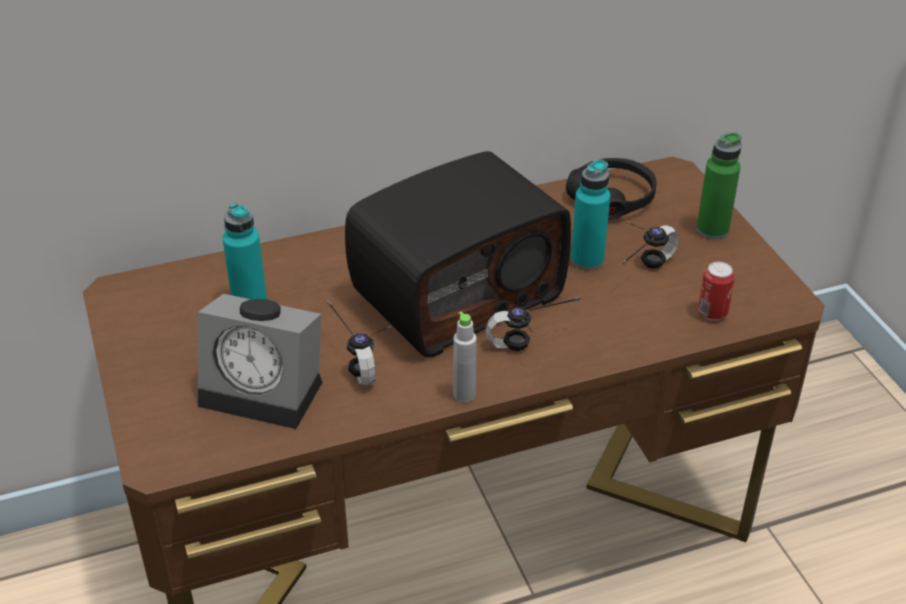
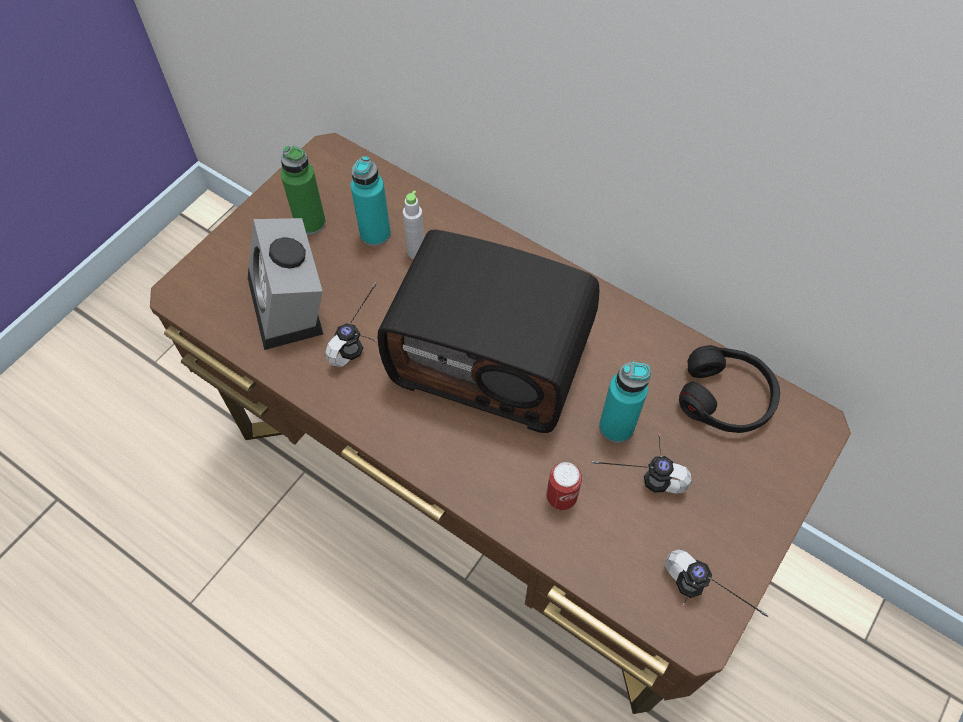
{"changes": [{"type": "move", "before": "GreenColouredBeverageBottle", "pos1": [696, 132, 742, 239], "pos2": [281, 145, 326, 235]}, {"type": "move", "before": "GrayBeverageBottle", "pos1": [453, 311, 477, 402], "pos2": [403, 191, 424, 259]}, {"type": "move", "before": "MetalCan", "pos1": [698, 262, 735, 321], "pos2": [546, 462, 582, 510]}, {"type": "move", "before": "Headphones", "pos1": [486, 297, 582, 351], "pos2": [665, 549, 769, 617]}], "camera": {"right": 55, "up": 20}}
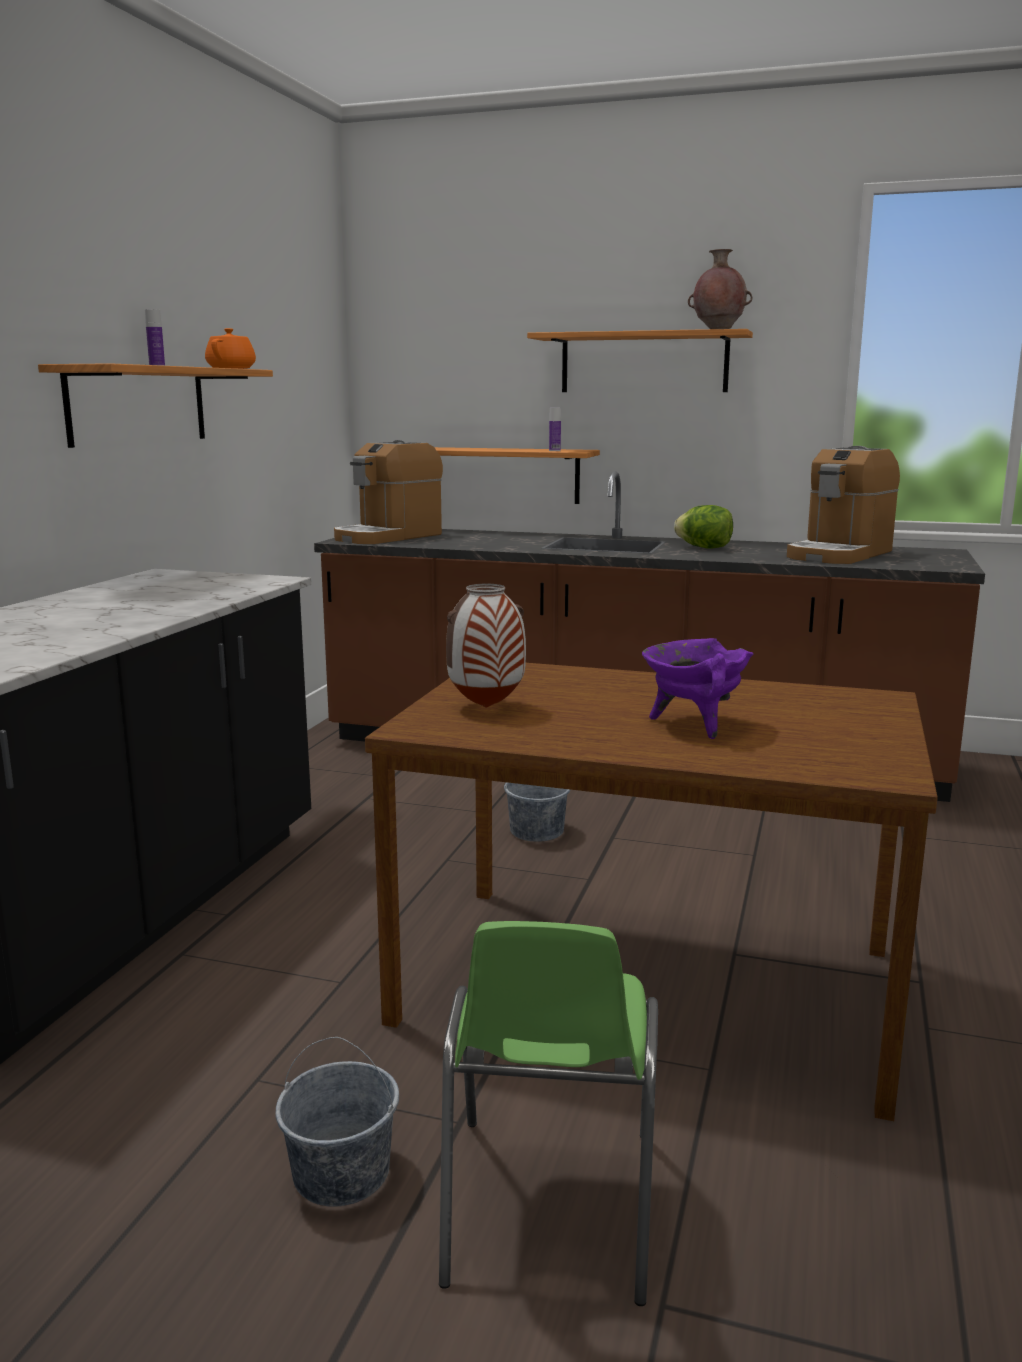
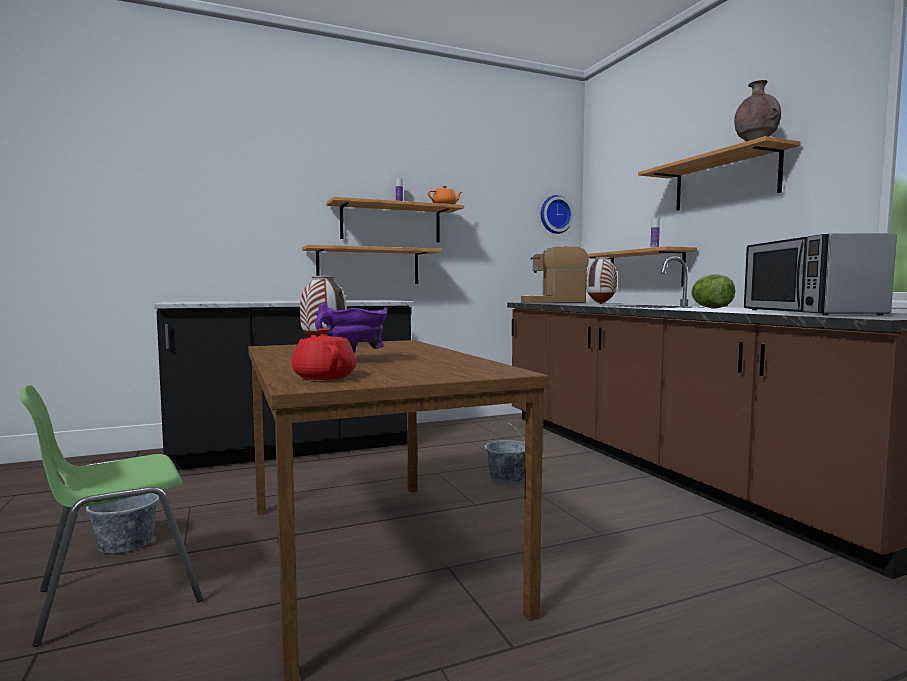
{"changes": [{"type": "insert", "after": "ReddishTeapot", "pos2": [292, 328, 356, 380]}, {"type": "insert", "after": "BracketShelf", "pos2": [302, 245, 442, 284]}, {"type": "insert", "after": "WallClock", "pos2": [541, 195, 574, 234]}, {"type": "insert", "after": "DecorativeVase", "pos2": [586, 257, 617, 304]}, {"type": "replace", "before": "CoffeeMachine", "after": "KitchenMicrowave", "pos1": [787, 446, 900, 564], "pos2": [744, 233, 897, 315]}], "camera": {"right": 50, "up": -10}}
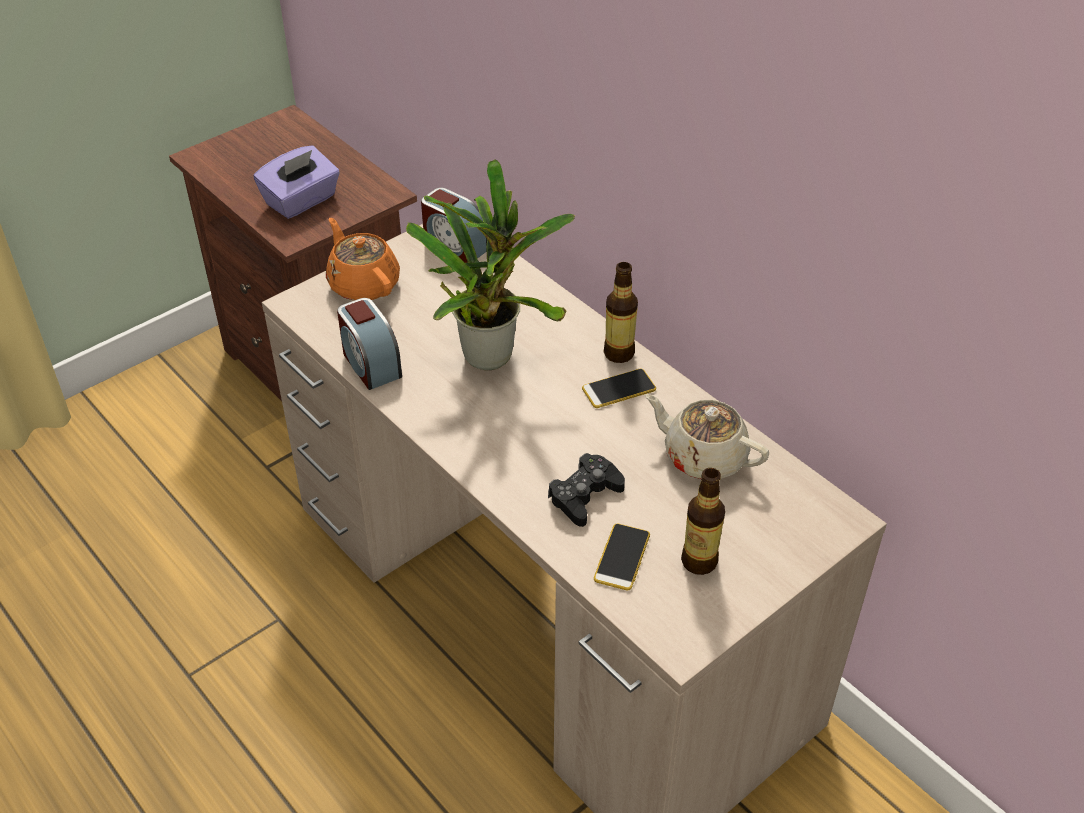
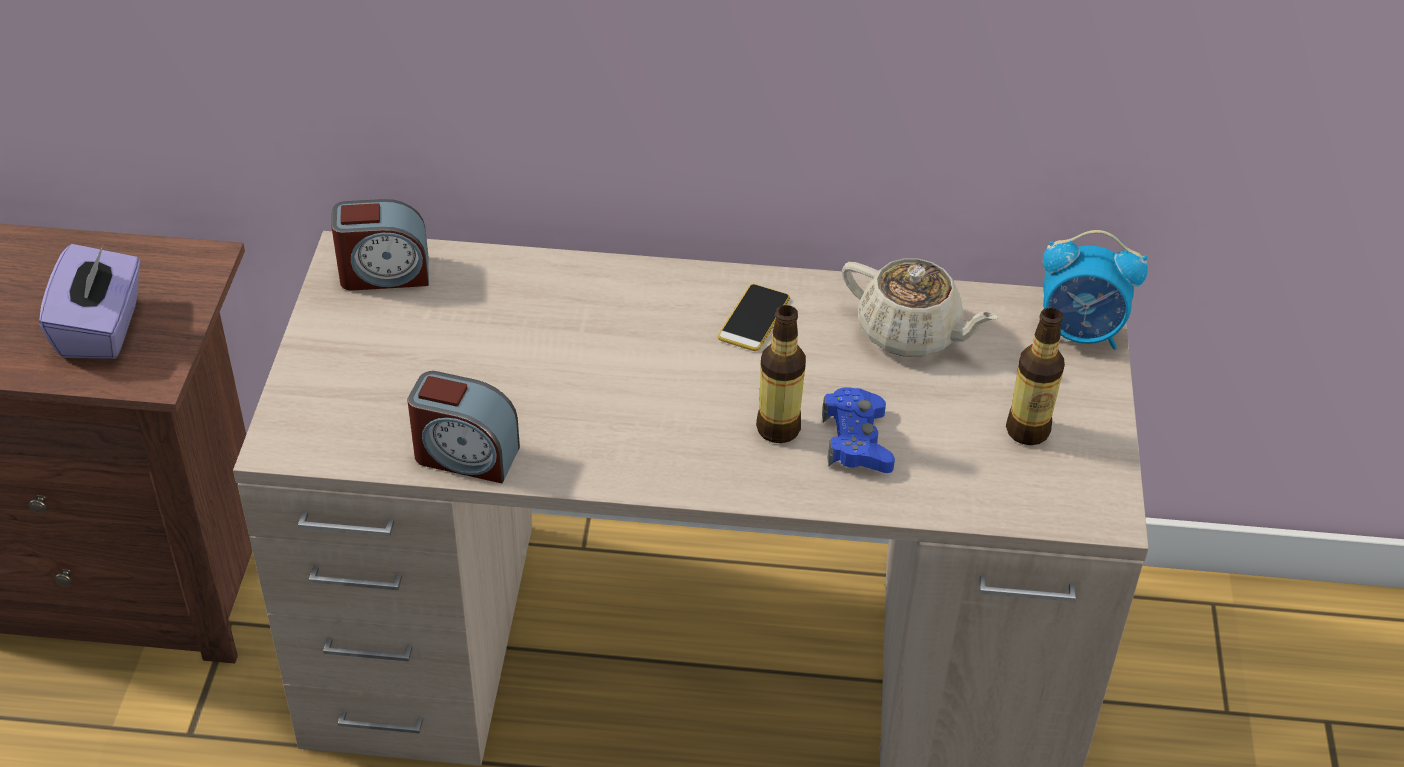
{"changes": [{"type": "move", "before": "BeverageBottle", "pos1": [604, 262, 638, 363], "pos2": [756, 305, 806, 443]}, {"type": "recolor", "before": "BlackishGameController", "after": "BlueColouredGameController", "pos1": [548, 453, 625, 527], "pos2": [822, 387, 895, 473]}, {"type": "rotate", "before": "BeigeColouredTeapot", "pos1": [645, 394, 769, 479], "pos2": [842, 258, 998, 357], "turn": -135}, {"type": "insert", "after": "AlarmClock", "pos2": [1043, 230, 1148, 350]}, {"type": "delete", "before": "OrangeColouredTeapot", "pos1": [326, 218, 400, 300]}, {"type": "delete", "before": "Houseplant", "pos1": [406, 159, 576, 370]}, {"type": "delete", "before": "Phone", "pos1": [594, 523, 650, 590]}], "camera": {"right": -45, "up": 0}}
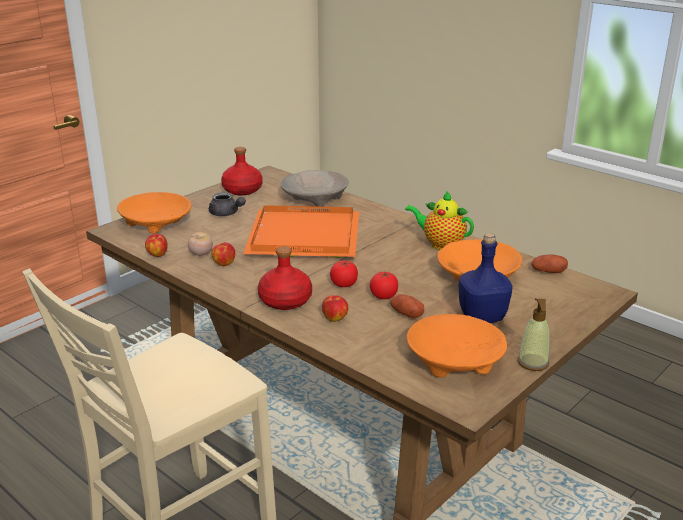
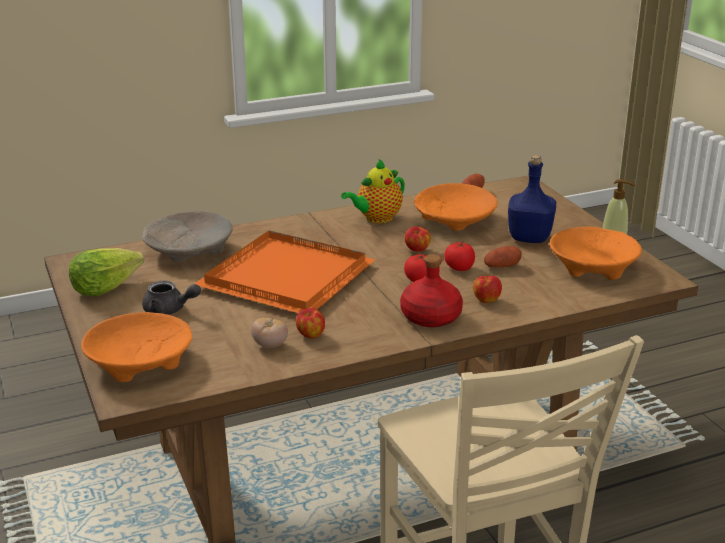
{"changes": [{"type": "replace", "before": "ReddishBeverageBottle", "after": "Lettuce", "pos1": [221, 147, 263, 195], "pos2": [69, 248, 144, 296]}, {"type": "rotate", "before": "GrayTeapot", "pos1": [209, 193, 246, 216], "pos2": [142, 281, 201, 315], "turn": 45}, {"type": "move", "before": "WholeApple", "pos1": [145, 234, 168, 257], "pos2": [404, 226, 431, 252]}], "camera": {"right": -65, "up": 0}}
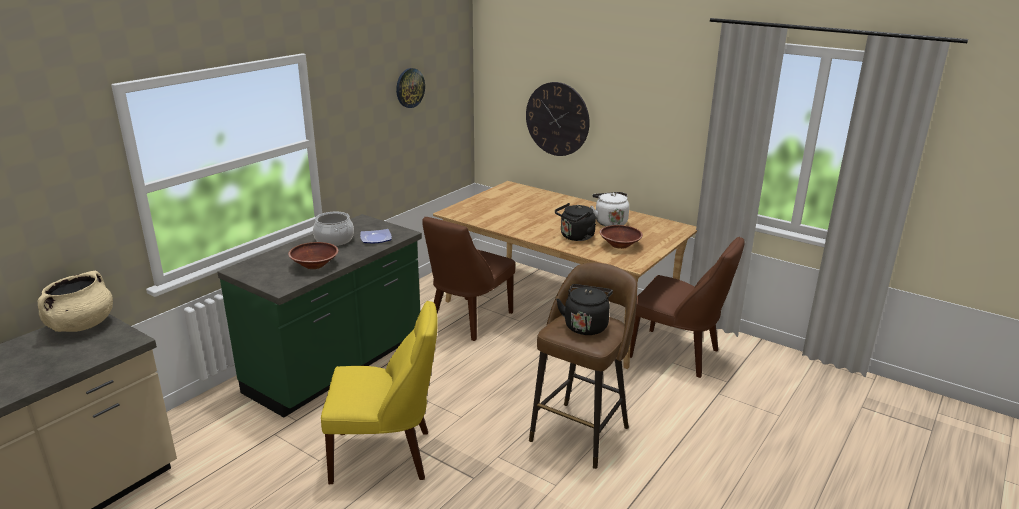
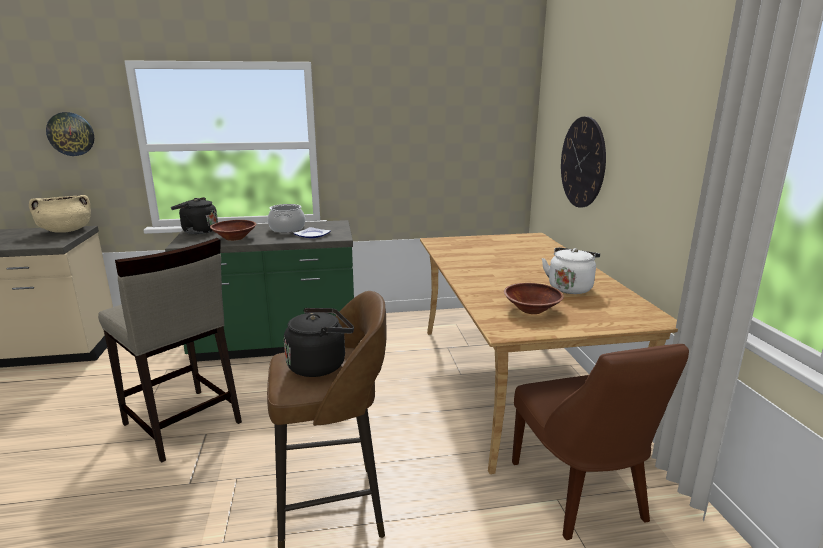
{"changes": [{"type": "move", "before": "WallClock", "pos1": [396, 68, 425, 108], "pos2": [46, 112, 94, 156]}, {"type": "replace", "before": "YellowColouredUprightChair", "after": "BeigeColouredStoolSeat", "pos1": [321, 301, 438, 484], "pos2": [98, 238, 242, 463]}, {"type": "move", "before": "BlackishKettle", "pos1": [555, 203, 596, 241], "pos2": [171, 197, 218, 234]}, {"type": "delete", "before": "BrownishUprightChair", "pos1": [422, 217, 515, 341]}], "camera": {"right": 45, "up": -5}}
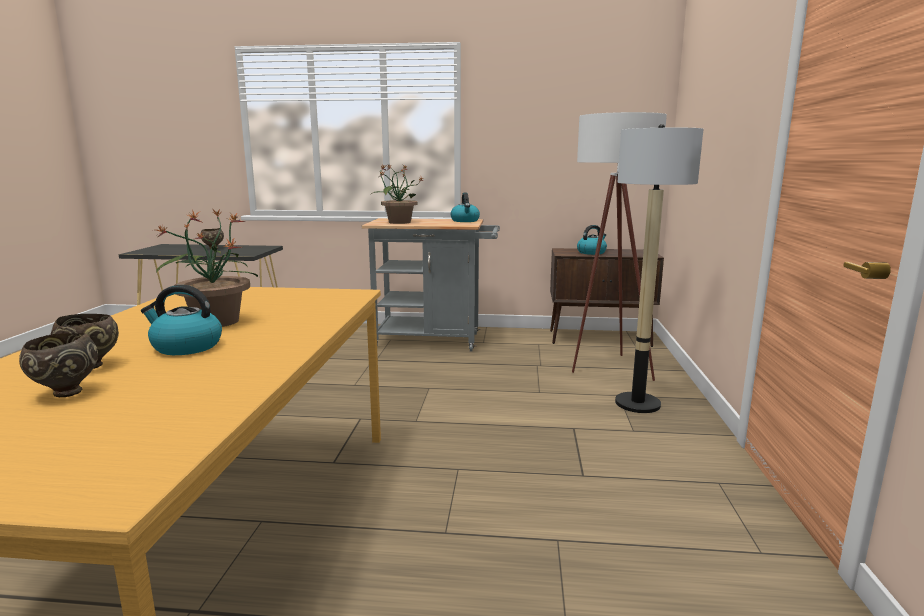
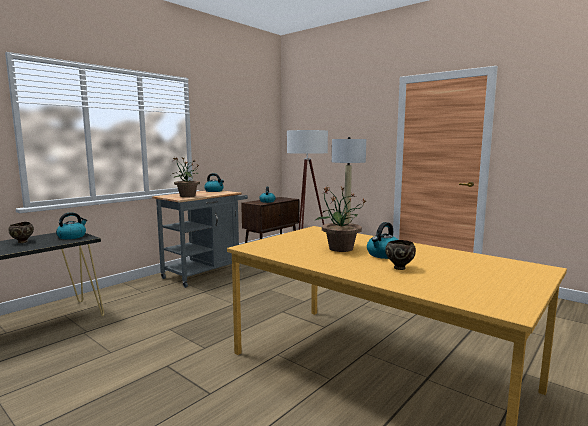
{"changes": [{"type": "insert", "after": "Kettle", "pos2": [56, 212, 87, 239]}, {"type": "delete", "before": "BrownishBowl", "pos1": [19, 333, 98, 397]}], "camera": {"right": -55, "up": -5}}
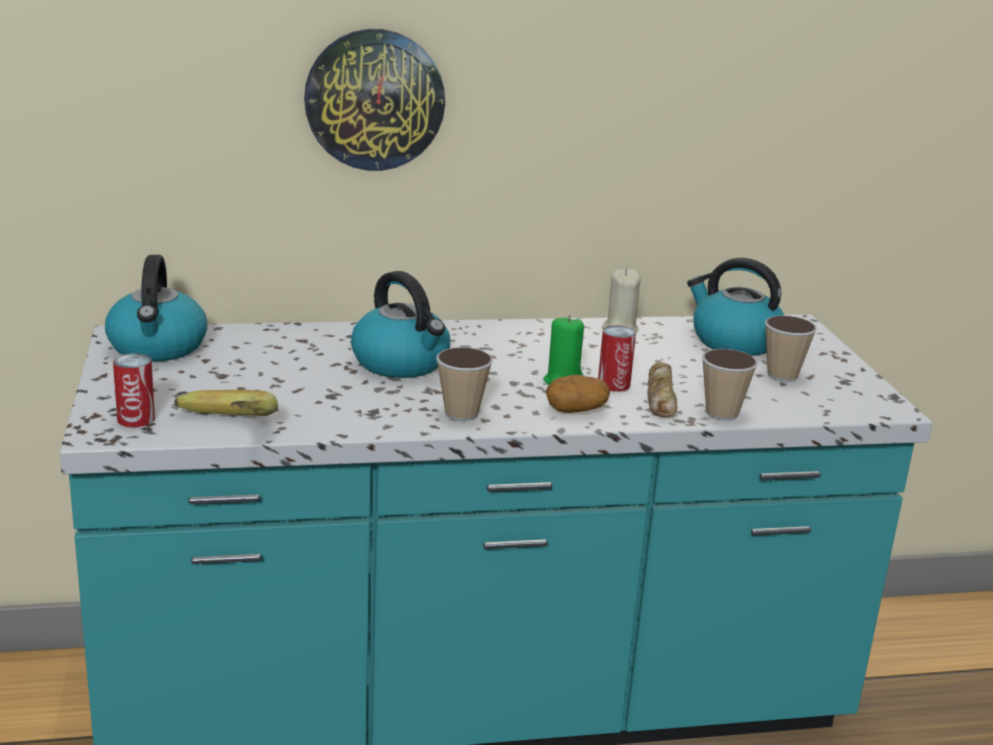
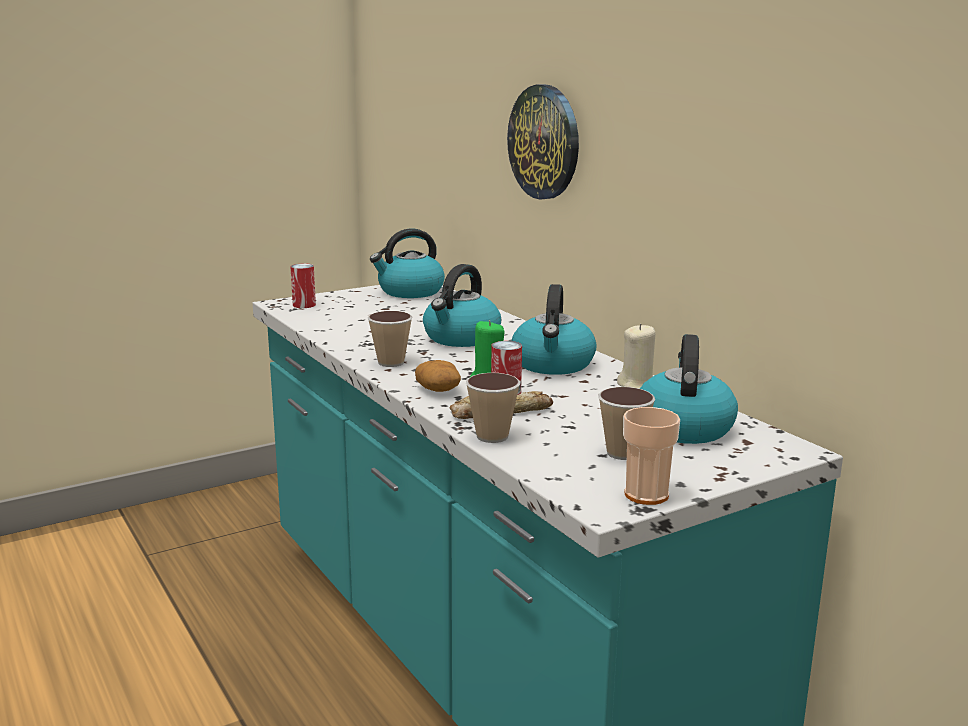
{"changes": [{"type": "insert", "after": "Kettle", "pos2": [512, 284, 597, 375]}, {"type": "insert", "after": "Cup", "pos2": [623, 407, 680, 505]}, {"type": "delete", "before": "WholeBanana", "pos1": [174, 390, 278, 416]}], "camera": {"right": 70, "up": -5}}
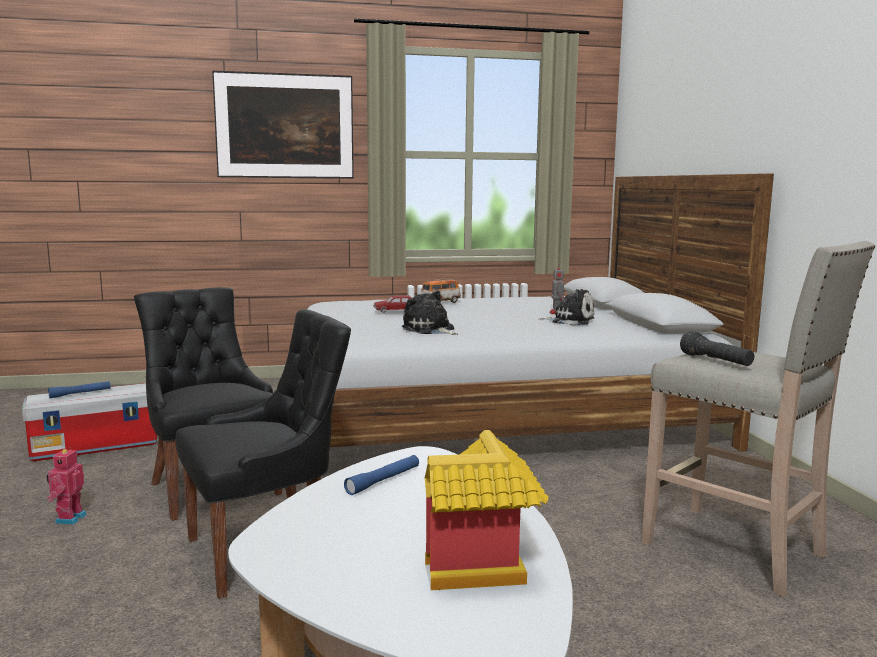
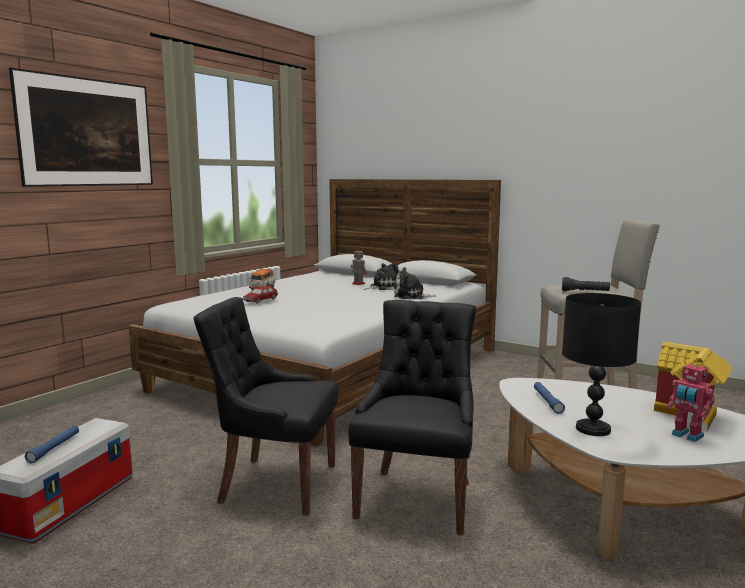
{"changes": [{"type": "move", "before": "PlushToy", "pos1": [402, 290, 458, 335], "pos2": [394, 267, 437, 299]}, {"type": "insert", "after": "BlackishTableLamp", "pos2": [562, 293, 641, 436]}, {"type": "move", "before": "ModelRobot", "pos1": [47, 447, 87, 525], "pos2": [668, 362, 715, 442]}], "camera": {"right": -45, "up": 0}}
